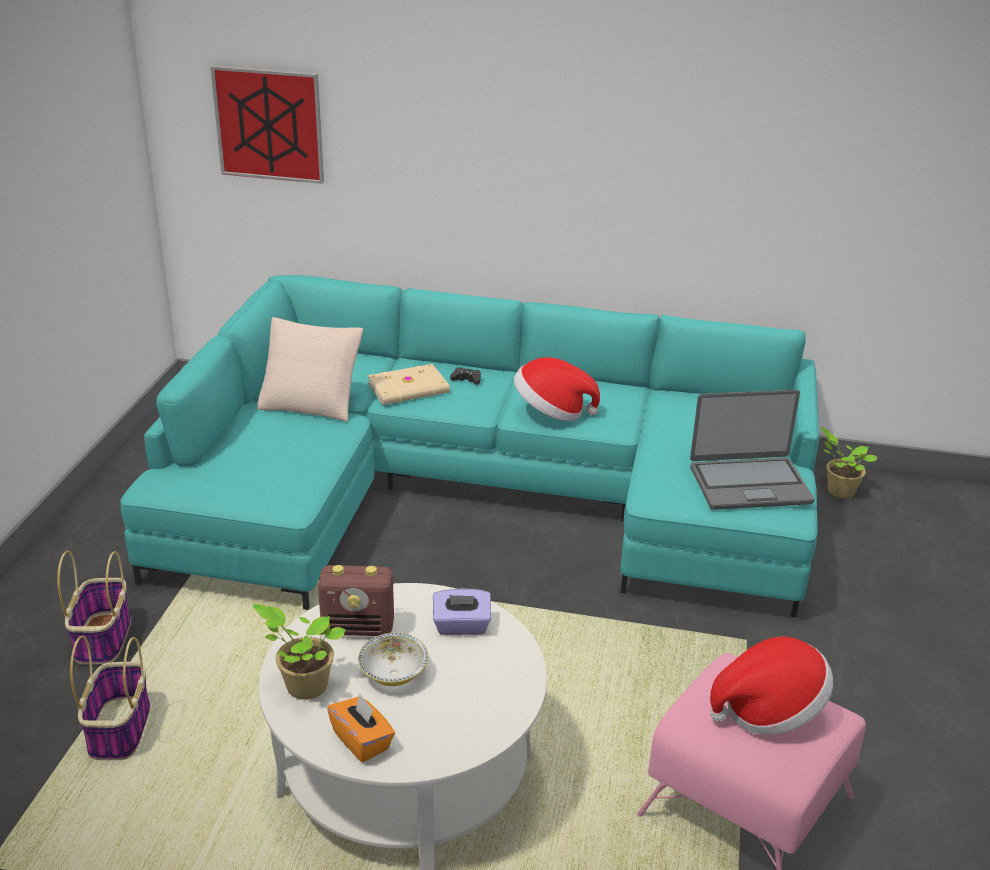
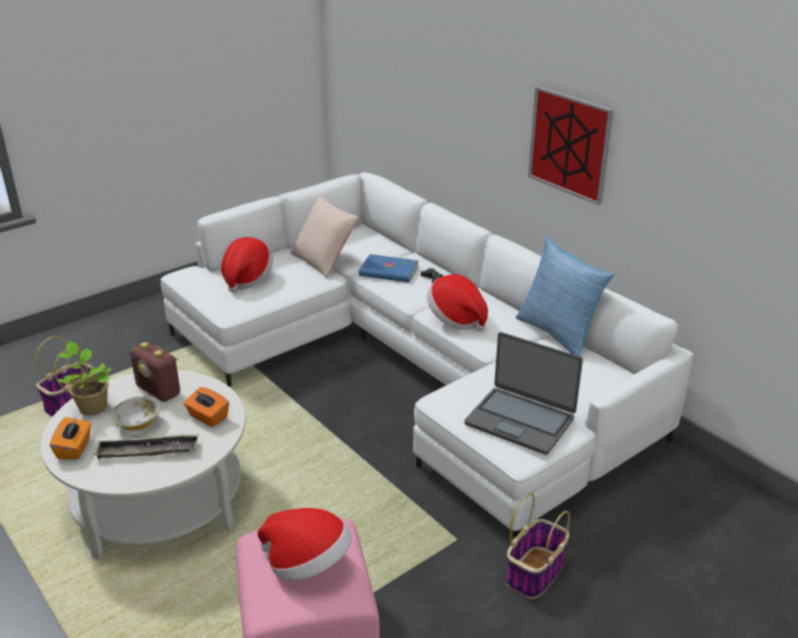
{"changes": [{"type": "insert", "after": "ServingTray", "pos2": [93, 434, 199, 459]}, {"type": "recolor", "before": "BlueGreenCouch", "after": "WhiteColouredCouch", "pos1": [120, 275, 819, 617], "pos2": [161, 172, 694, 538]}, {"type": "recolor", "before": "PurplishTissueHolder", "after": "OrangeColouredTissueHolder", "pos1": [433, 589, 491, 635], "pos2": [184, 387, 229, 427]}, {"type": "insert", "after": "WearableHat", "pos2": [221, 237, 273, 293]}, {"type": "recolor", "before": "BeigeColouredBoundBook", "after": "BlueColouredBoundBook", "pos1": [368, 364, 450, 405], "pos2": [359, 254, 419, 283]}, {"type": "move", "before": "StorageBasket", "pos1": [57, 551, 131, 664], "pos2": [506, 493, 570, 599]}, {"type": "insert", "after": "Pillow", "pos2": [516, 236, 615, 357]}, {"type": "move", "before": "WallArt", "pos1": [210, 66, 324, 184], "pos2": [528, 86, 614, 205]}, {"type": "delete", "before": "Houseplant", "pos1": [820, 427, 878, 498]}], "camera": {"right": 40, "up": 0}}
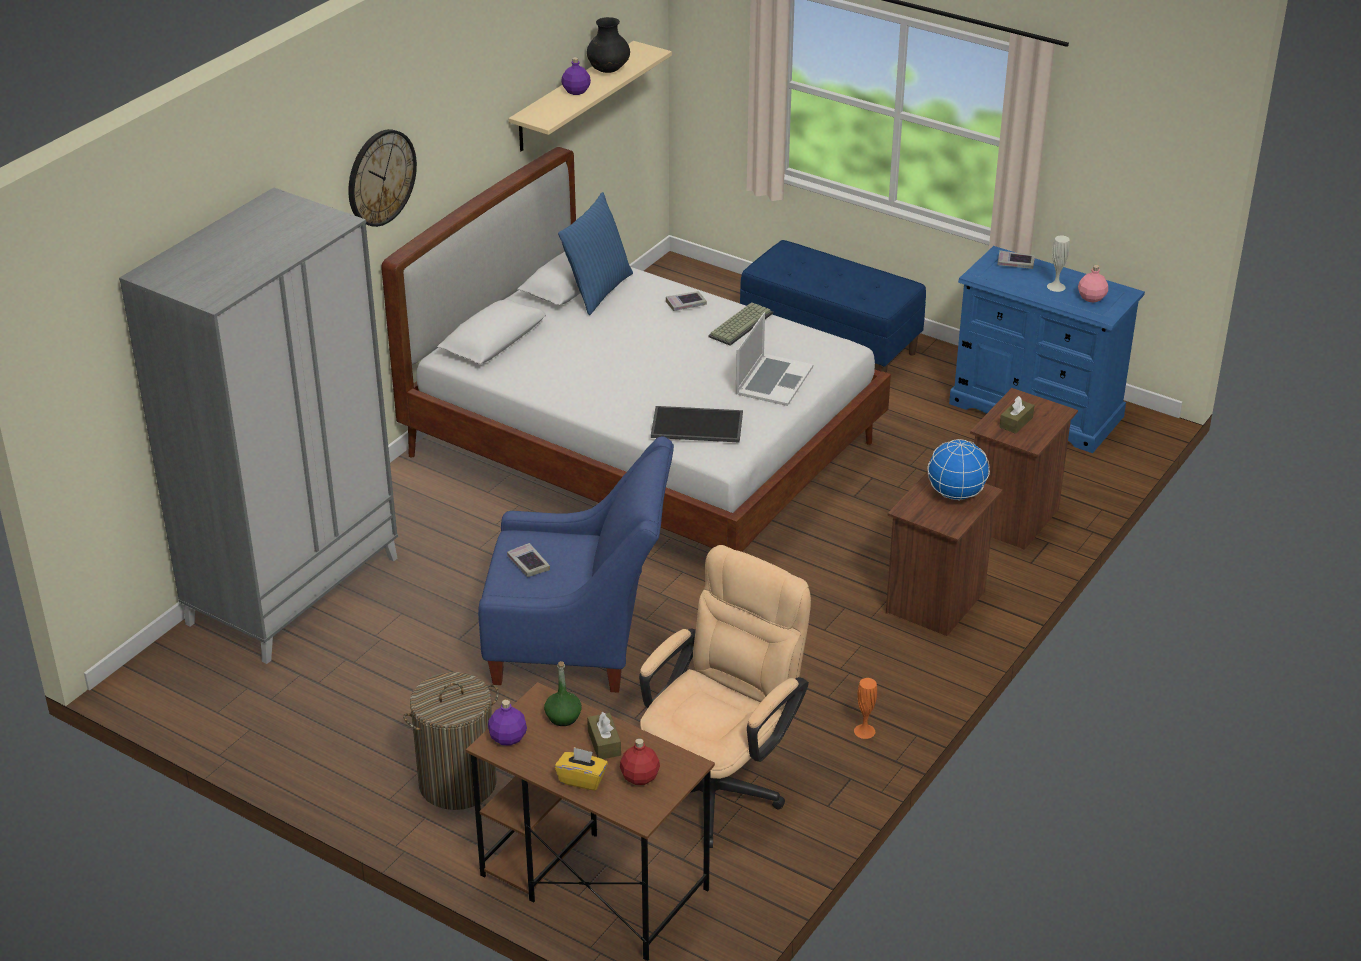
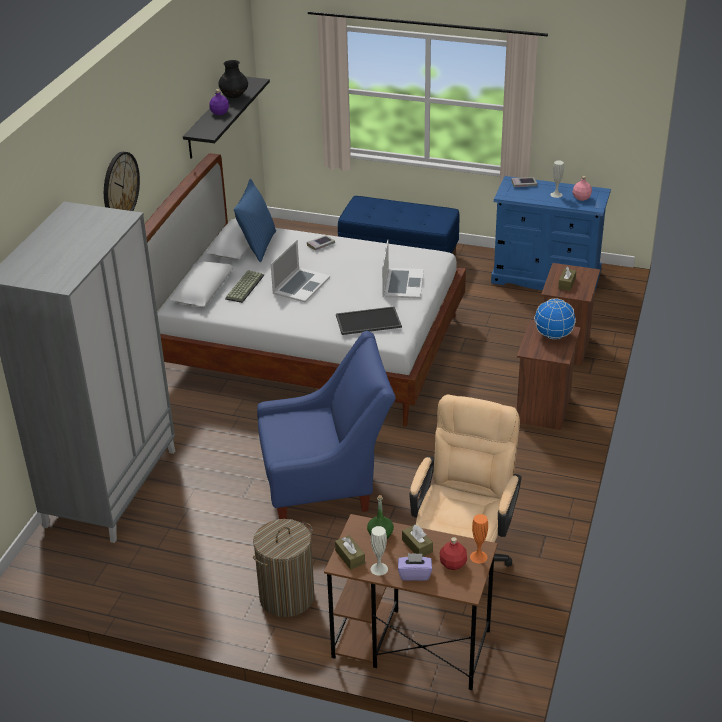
{"changes": [{"type": "recolor", "before": "BeigeColouredBracketShelf", "after": "BlackishBracketShelf", "pos1": [509, 41, 672, 151], "pos2": [183, 77, 270, 159]}, {"type": "move", "before": "Keyboard", "pos1": [709, 302, 773, 346], "pos2": [225, 271, 264, 303]}, {"type": "insert", "after": "Laptop", "pos2": [271, 239, 330, 303]}, {"type": "replace", "before": "PurplishBeverageBottle", "after": "BrownishTissueHolder", "pos1": [488, 700, 527, 746], "pos2": [335, 535, 365, 570]}, {"type": "insert", "after": "WhiteColouredDecorativeVase", "pos2": [371, 526, 388, 576]}, {"type": "recolor", "before": "YellowColouredTissueHolder", "after": "PurplishTissueHolder", "pos1": [555, 747, 608, 790], "pos2": [398, 553, 432, 581]}, {"type": "move", "before": "OrangeColouredDecorativeVase", "pos1": [854, 678, 877, 739], "pos2": [470, 514, 488, 563]}, {"type": "delete", "before": "BoundBook", "pos1": [507, 543, 550, 577]}], "camera": {"right": -15, "up": 0}}
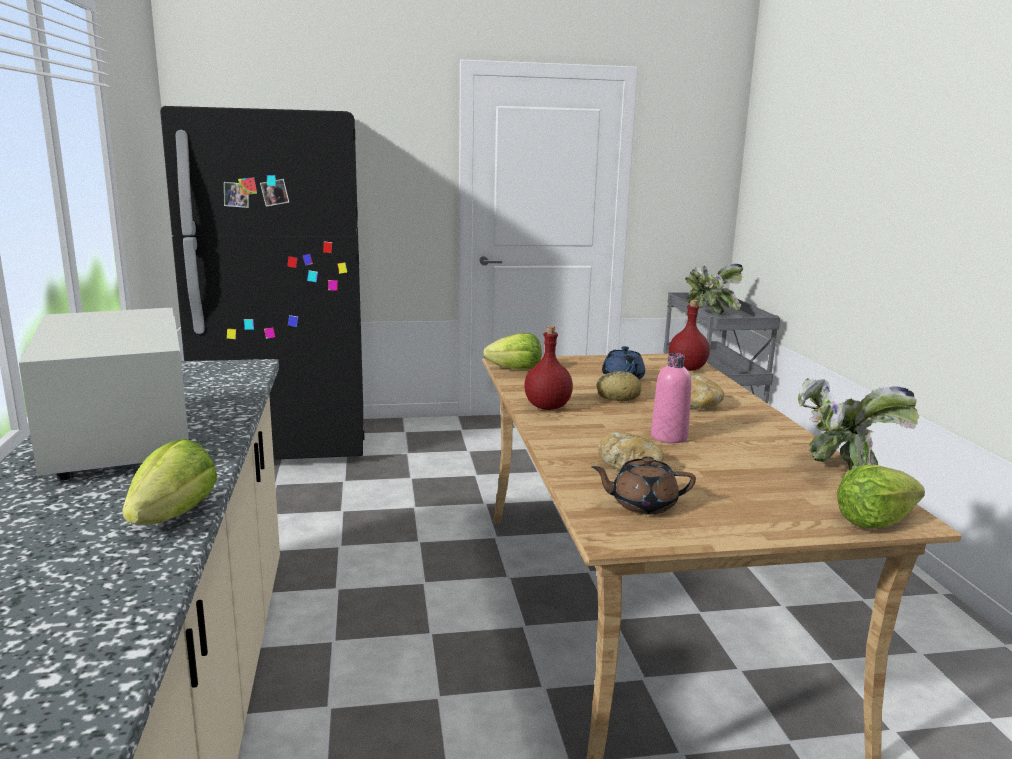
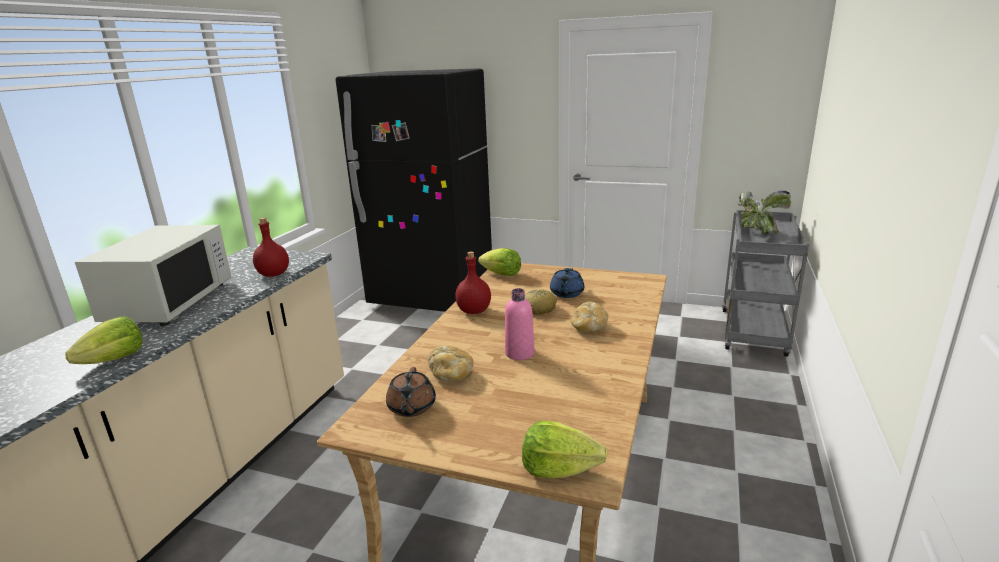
{"changes": [{"type": "move", "before": "ReddishBeverageBottle", "pos1": [669, 300, 710, 371], "pos2": [253, 218, 289, 277]}, {"type": "rotate", "before": "BrownishTeapot", "pos1": [591, 456, 696, 515], "pos2": [386, 367, 436, 417], "turn": -120}, {"type": "delete", "before": "Houseplant", "pos1": [798, 378, 919, 471]}], "camera": {"right": 30, "up": 5}}
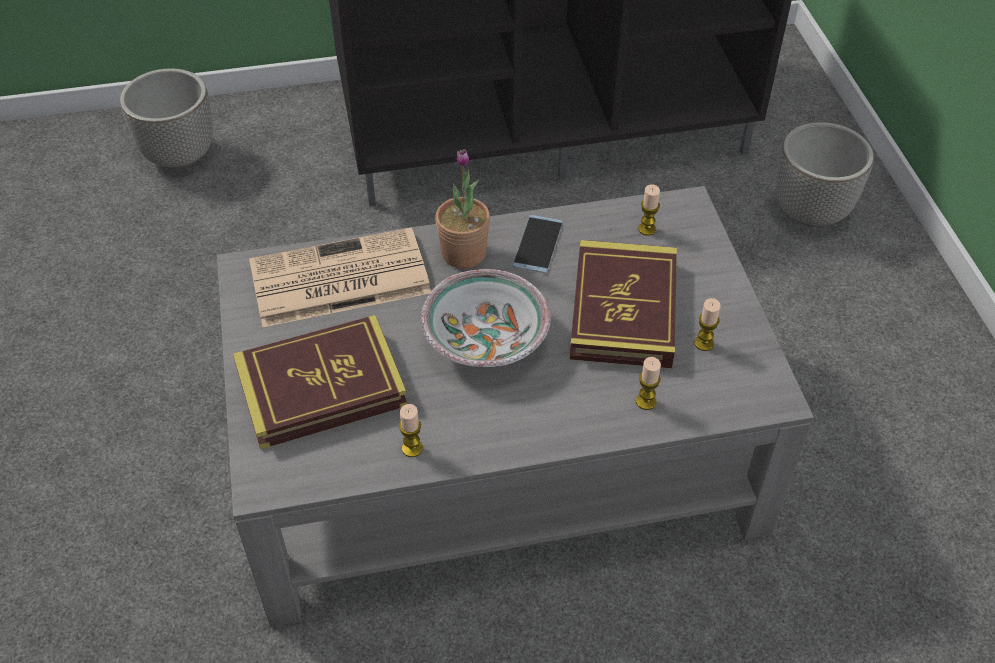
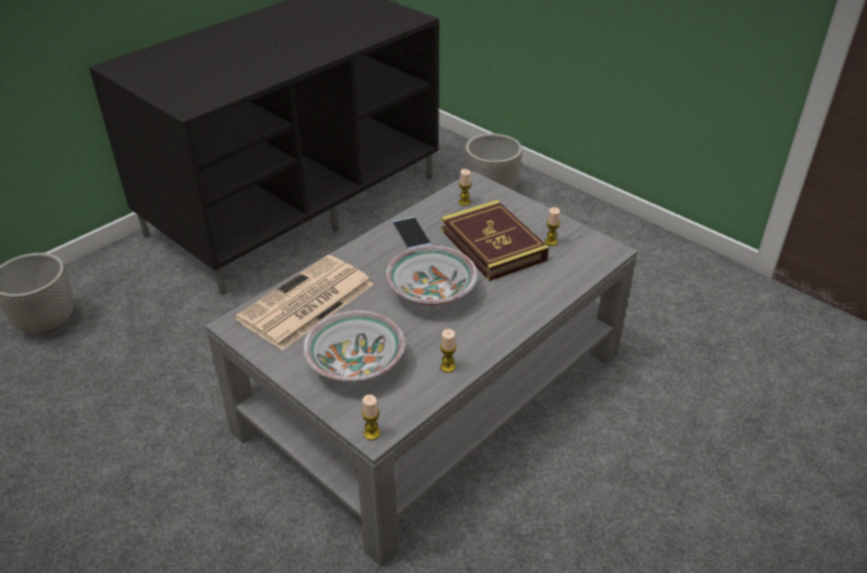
{"changes": [{"type": "replace", "before": "BoundBook", "after": "Bowl", "pos1": [233, 315, 407, 449], "pos2": [303, 310, 406, 382]}, {"type": "move", "before": "WaxLight", "pos1": [636, 357, 661, 410], "pos2": [362, 394, 380, 440]}, {"type": "delete", "before": "Houseplant", "pos1": [435, 149, 490, 269]}], "camera": {"right": -35, "up": -10}}
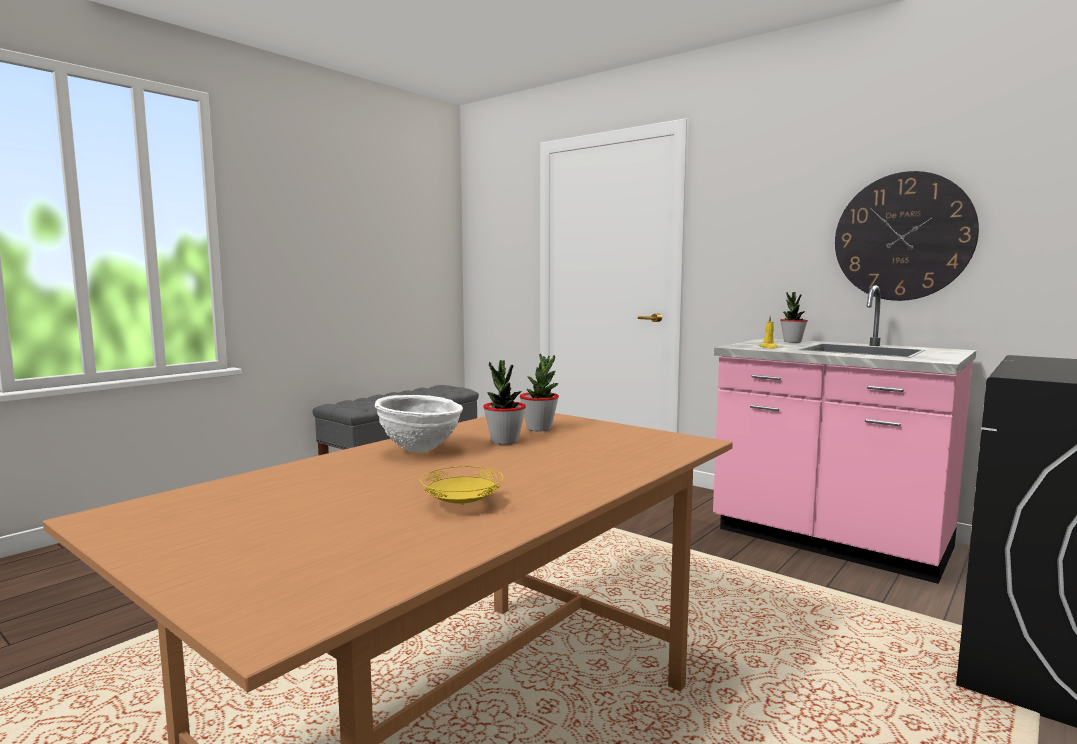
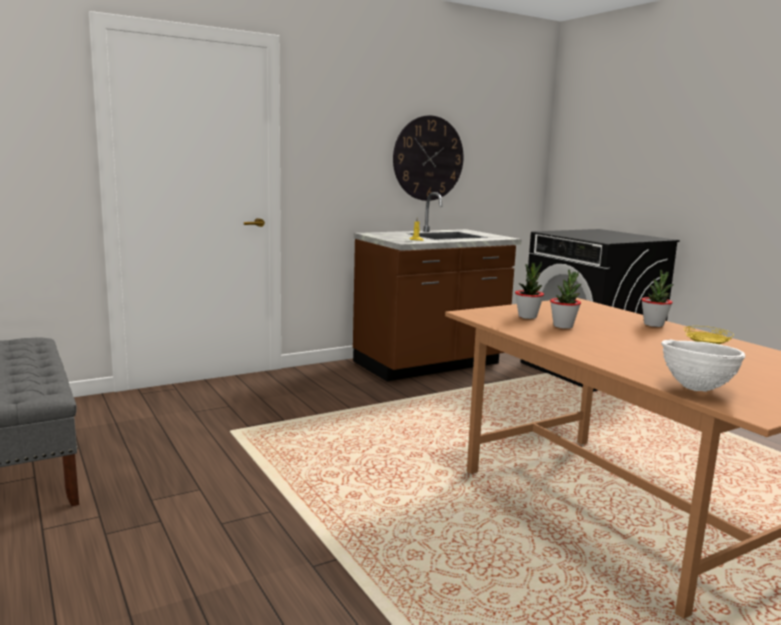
{"changes": [{"type": "recolor", "before": "PinkishKitchenBaseUnit", "after": "BrownishKitchenBaseUnit", "pos1": [713, 285, 976, 584], "pos2": [353, 192, 522, 381]}, {"type": "move", "before": "Houseplant", "pos1": [780, 292, 808, 343], "pos2": [641, 270, 674, 327]}, {"type": "move", "before": "WhiteColouredBowl", "pos1": [375, 395, 463, 453], "pos2": [661, 340, 745, 392]}], "camera": {"right": -70, "up": 5}}
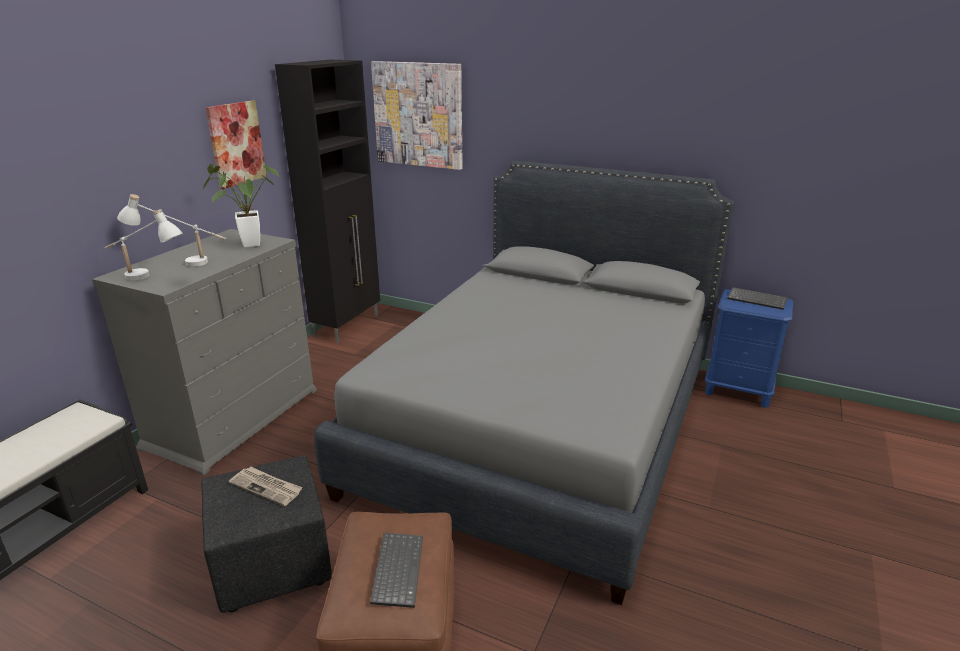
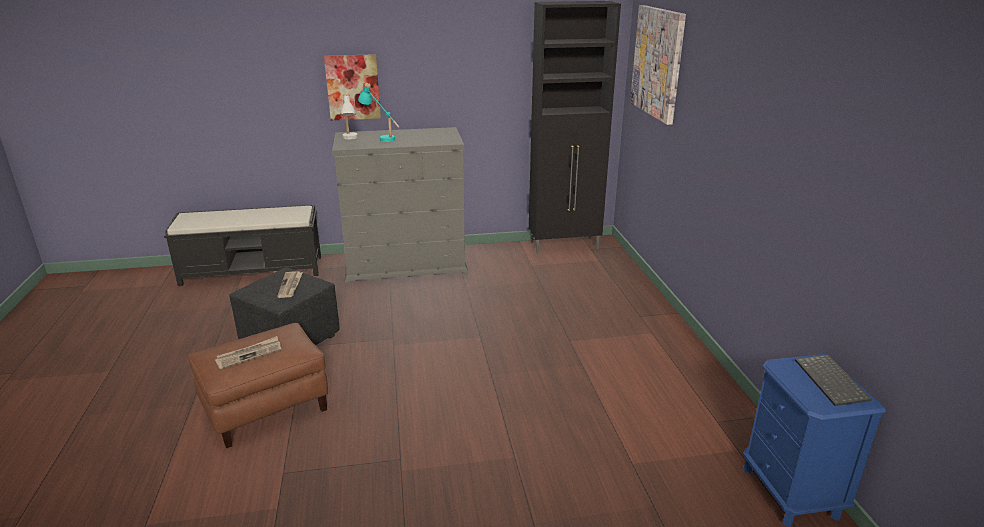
{"changes": [{"type": "replace", "before": "Keyboard", "after": "Newspaper", "pos1": [370, 533, 423, 608], "pos2": [215, 336, 282, 369]}, {"type": "move", "before": "WallArt", "pos1": [205, 100, 266, 189], "pos2": [324, 54, 381, 120]}, {"type": "recolor", "before": "WhiteColouredTableLamp", "after": "BlueGreenTableLamp", "pos1": [117, 194, 227, 267], "pos2": [358, 83, 400, 142]}, {"type": "delete", "before": "Houseplant", "pos1": [202, 164, 279, 247]}, {"type": "delete", "before": "GrayBed", "pos1": [314, 161, 734, 605]}], "camera": {"right": 55, "up": 0}}
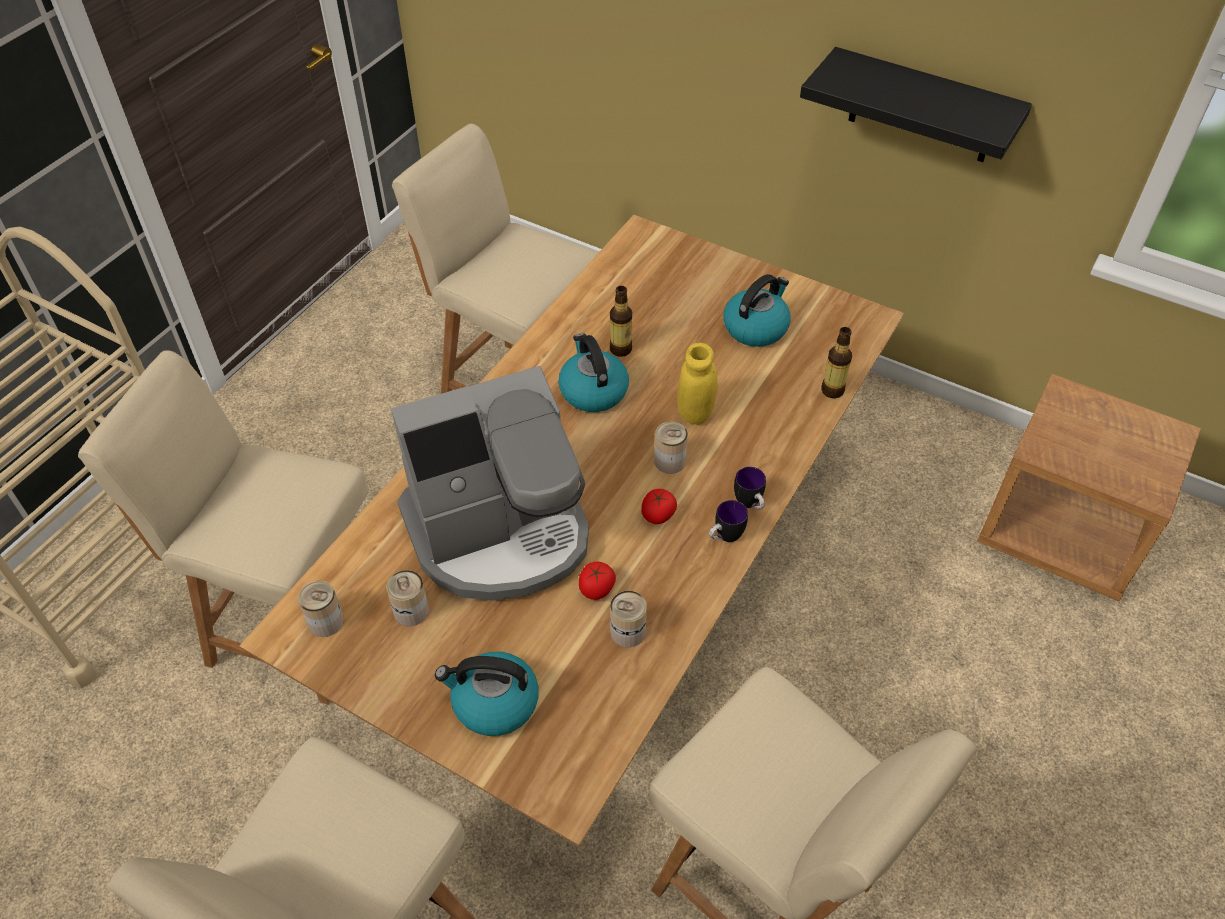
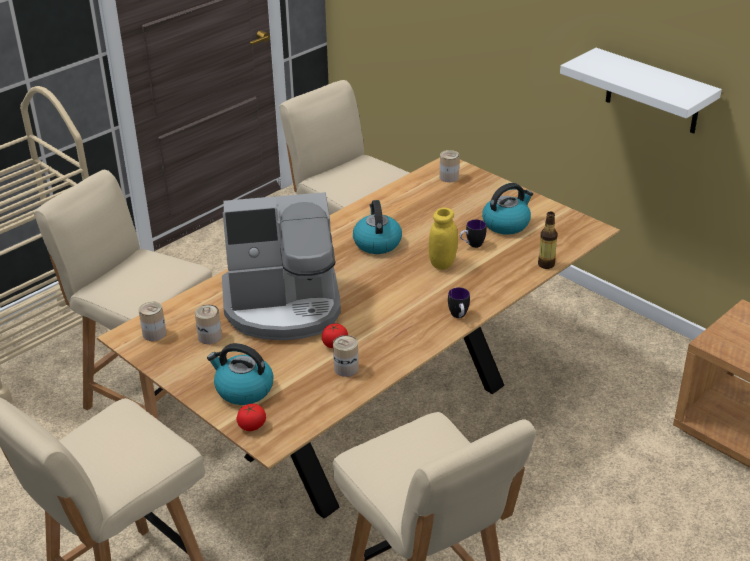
{"changes": [{"type": "move", "before": "Tomato", "pos1": [641, 489, 677, 524], "pos2": [236, 404, 266, 431]}, {"type": "move", "before": "MetalCan", "pos1": [654, 422, 688, 474], "pos2": [439, 150, 460, 182]}, {"type": "move", "before": "Mug", "pos1": [709, 500, 748, 542], "pos2": [460, 220, 486, 248]}, {"type": "recolor", "before": "BlackishBracketShelf", "after": "WhiteColouredBracketShelf", "pos1": [800, 47, 1032, 162], "pos2": [560, 48, 722, 134]}, {"type": "delete", "before": "BeverageBottle", "pos1": [610, 286, 632, 357]}], "camera": {"right": 15, "up": -15}}
